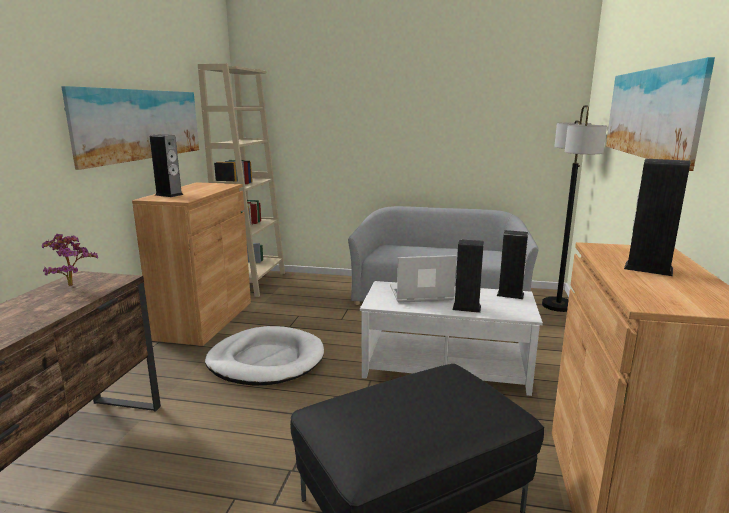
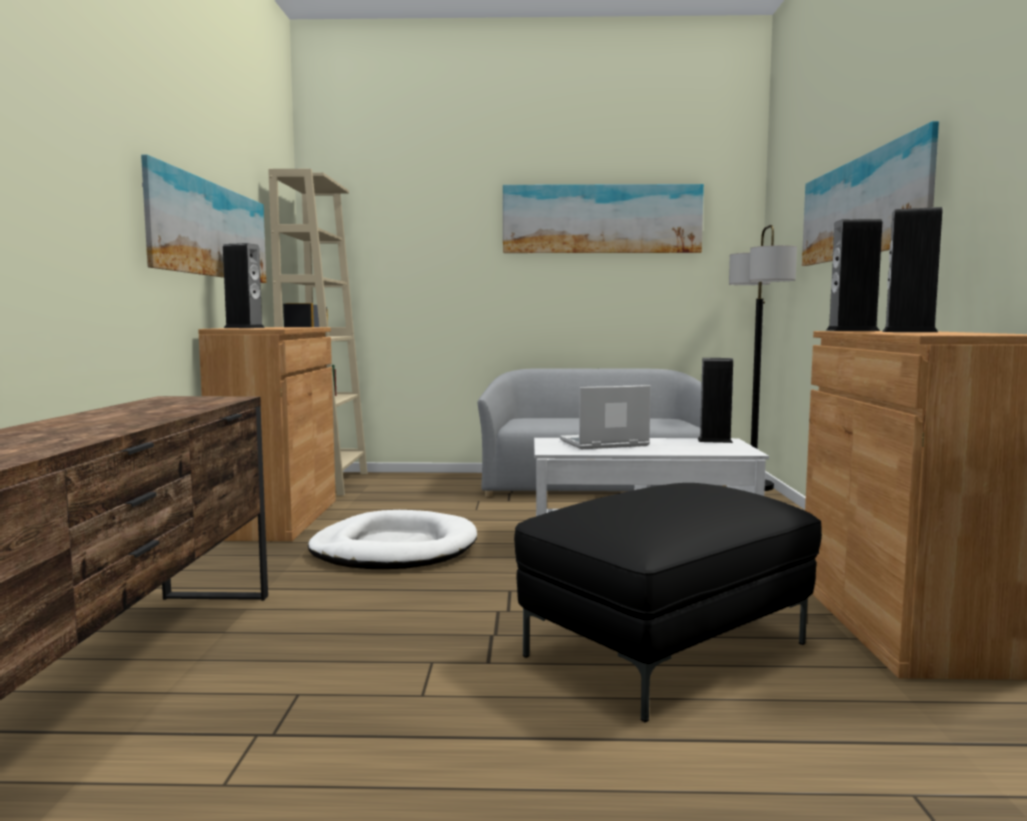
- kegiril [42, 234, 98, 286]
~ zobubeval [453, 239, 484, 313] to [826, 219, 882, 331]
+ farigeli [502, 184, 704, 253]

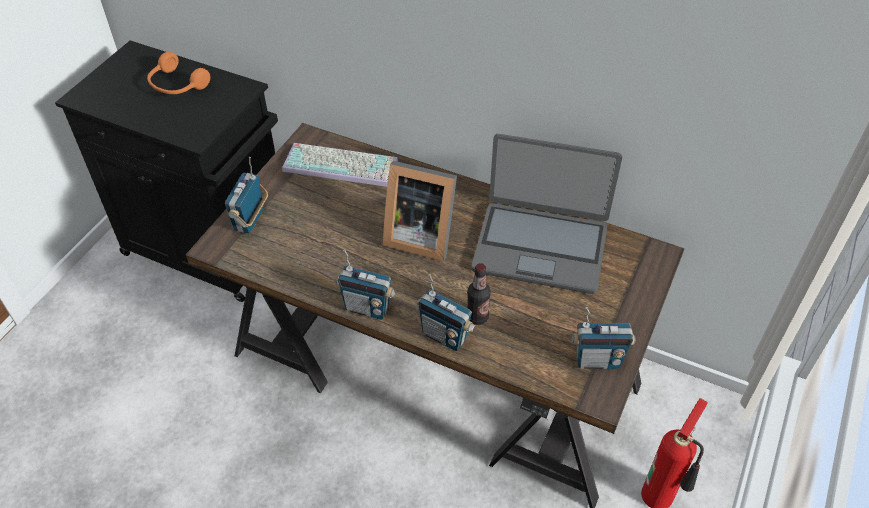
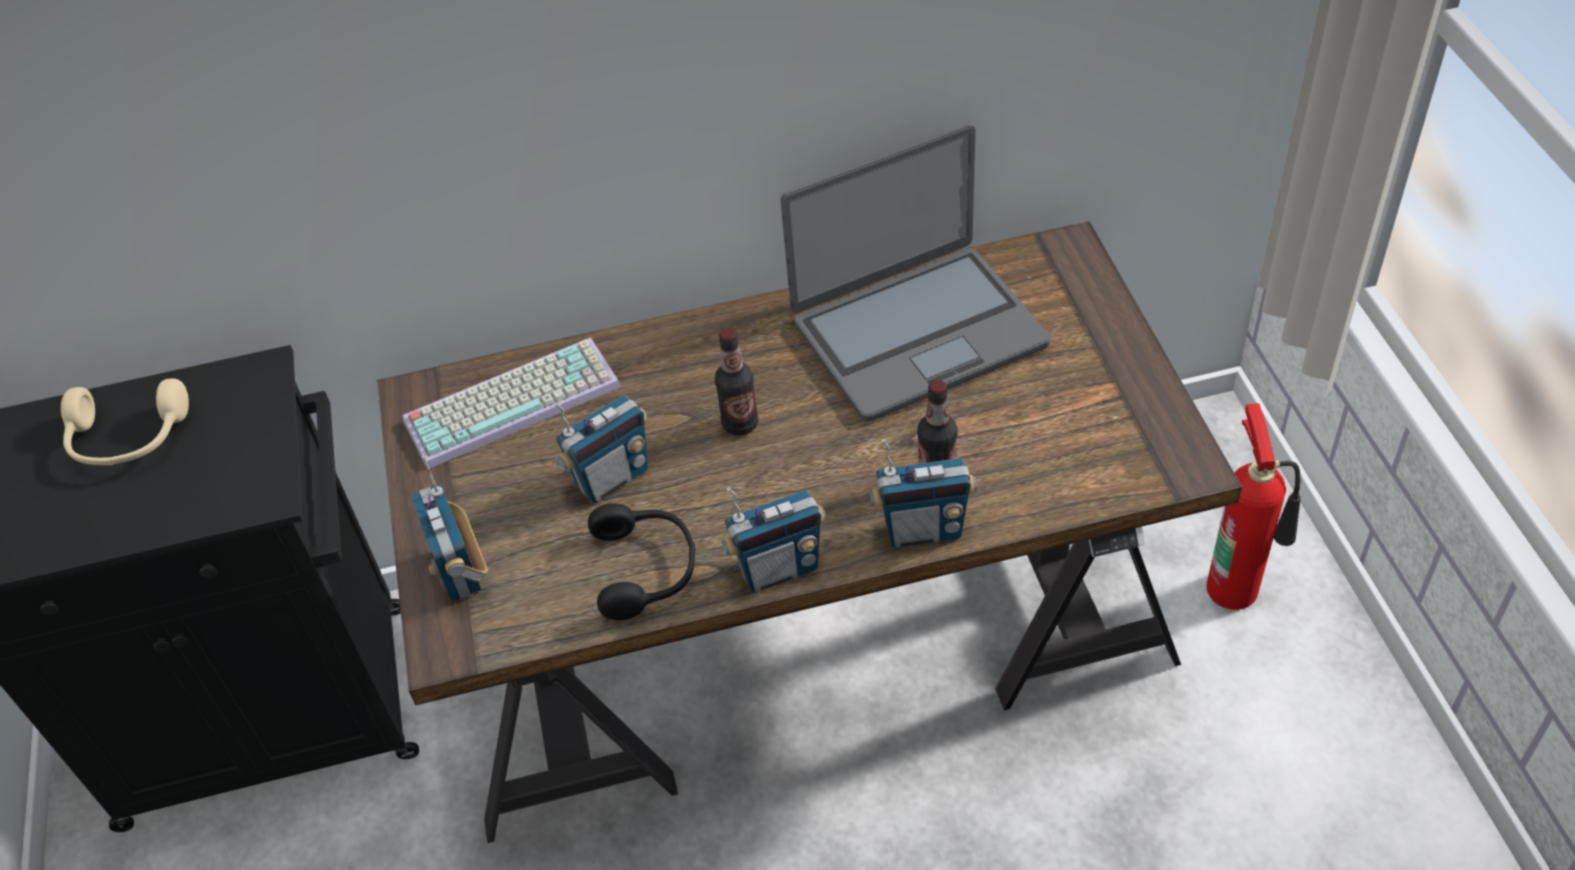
~ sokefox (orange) [147, 52, 210, 94] to sokefox (beige) [61, 379, 189, 465]
~ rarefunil [383, 161, 457, 261] to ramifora [715, 328, 758, 435]
~ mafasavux [572, 307, 636, 369] to [554, 395, 648, 503]
+ sokefox (black) [588, 503, 695, 620]

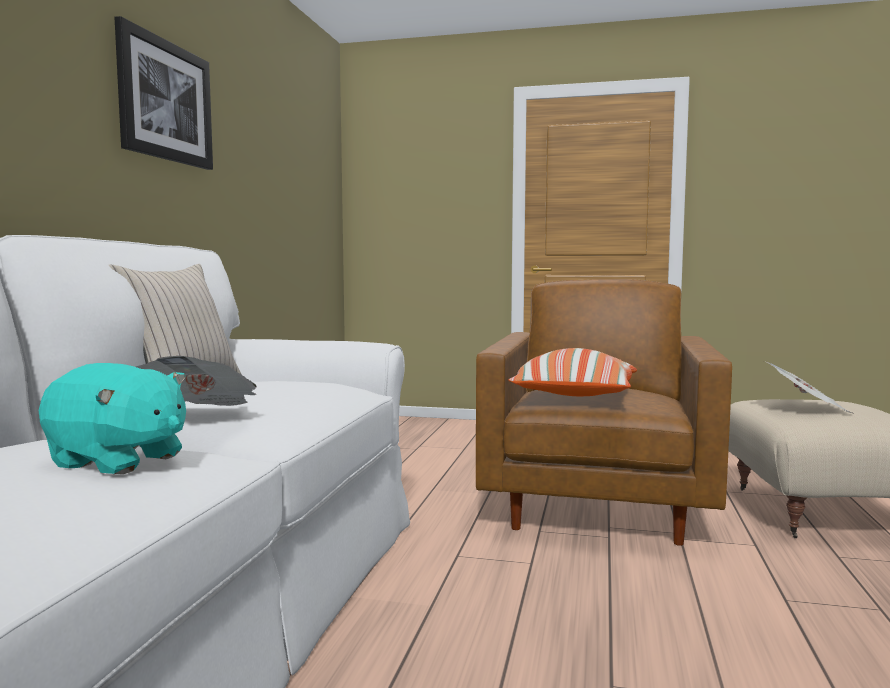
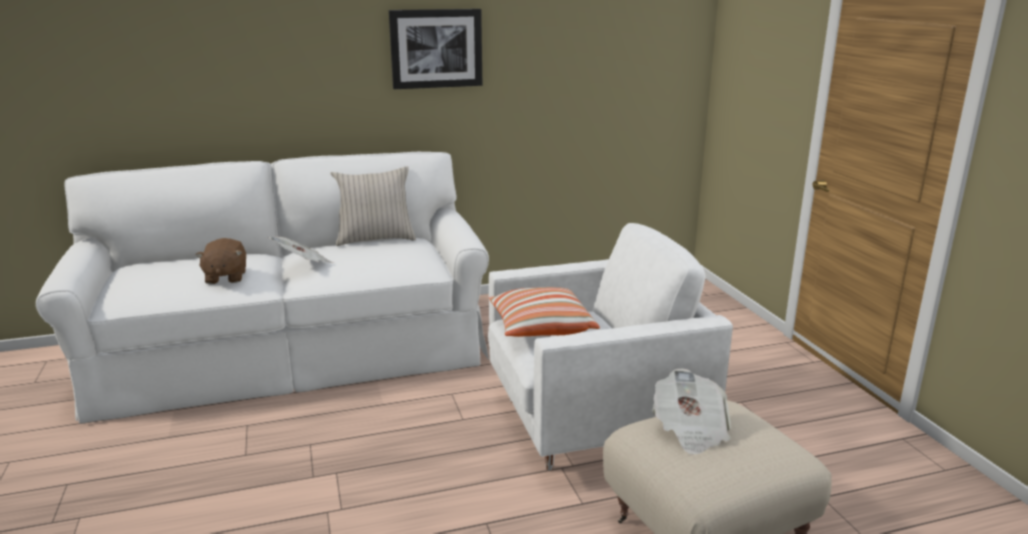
~ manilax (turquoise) [39, 363, 186, 474] to manilax (brown) [196, 238, 246, 284]
~ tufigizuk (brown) [476, 279, 732, 546] to tufigizuk (white) [488, 223, 733, 470]

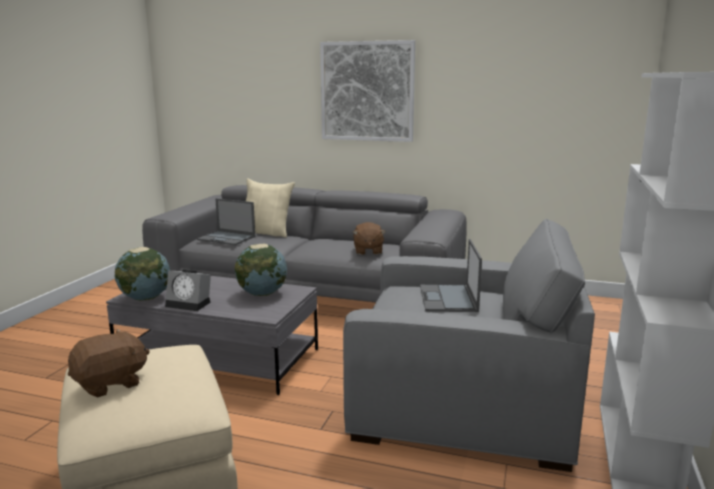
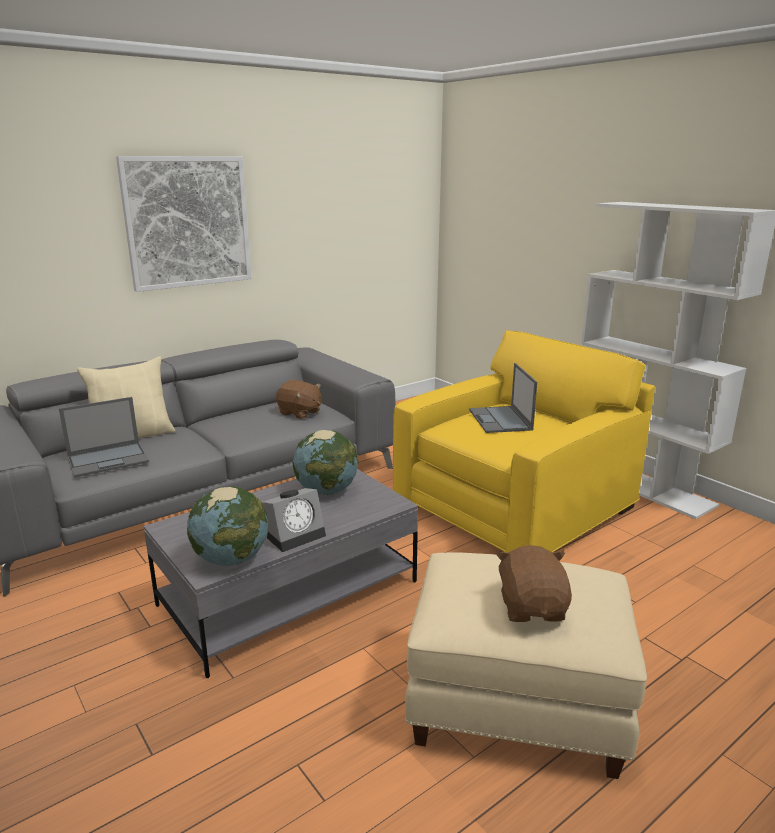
~ tufigizuk (grey) [343, 219, 595, 472] to tufigizuk (yellow) [393, 330, 655, 553]
~ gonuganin [420, 239, 482, 312] = [469, 363, 537, 433] 45 degrees clockwise

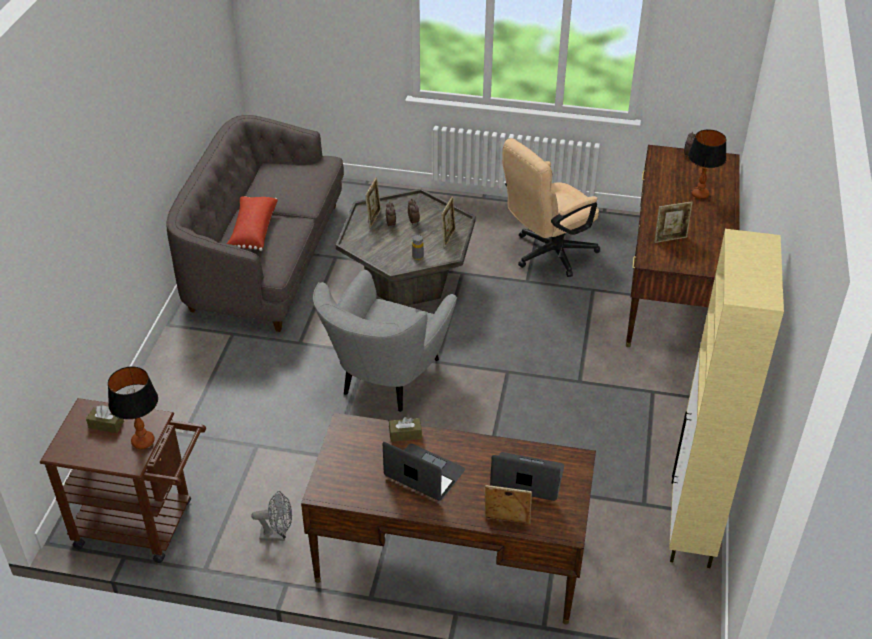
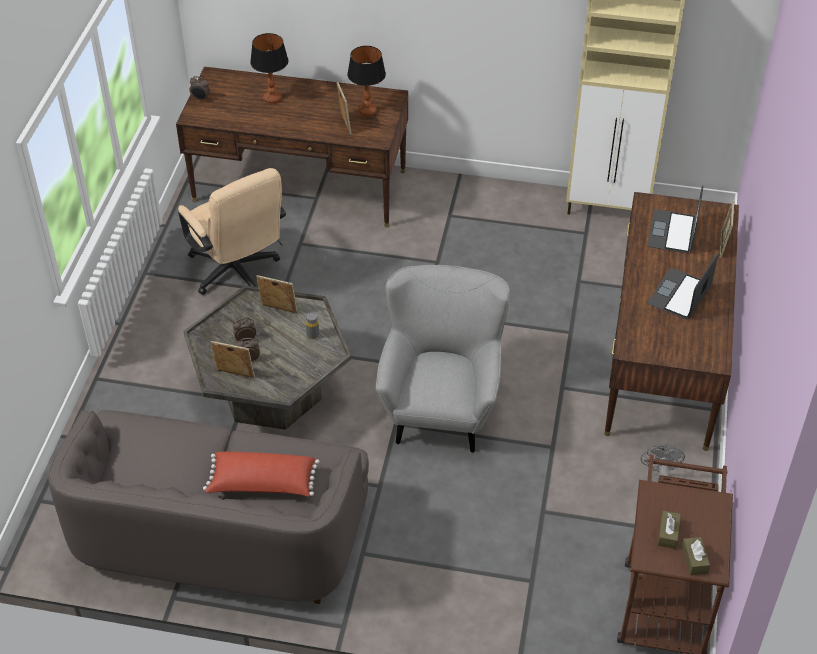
~ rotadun [108, 367, 158, 449] to [347, 46, 386, 116]
~ tufigizuk (grey) [313, 270, 457, 412] = [376, 265, 510, 453] 105 degrees counterclockwise
~ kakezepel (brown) [389, 417, 422, 442] to [682, 537, 710, 575]

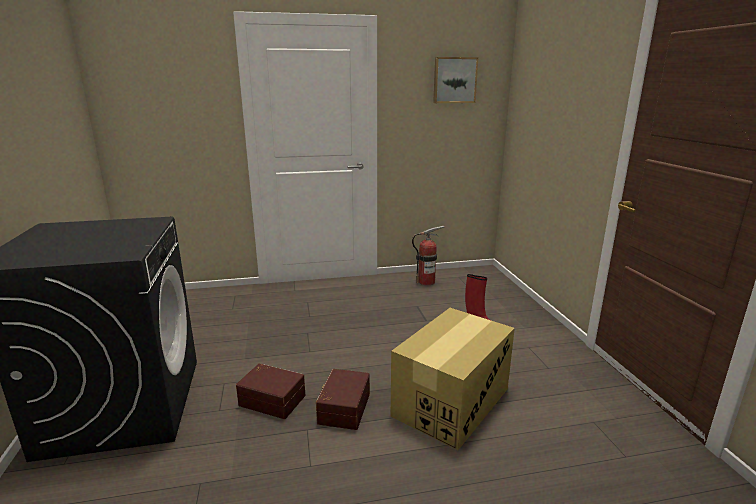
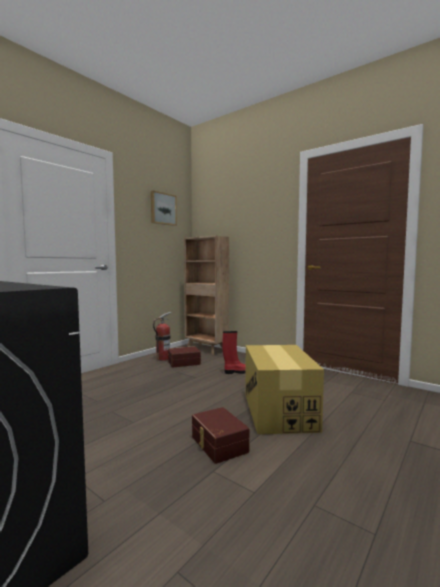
~ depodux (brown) [236, 363, 305, 419] to [168, 346, 201, 368]
+ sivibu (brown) [184, 236, 229, 355]

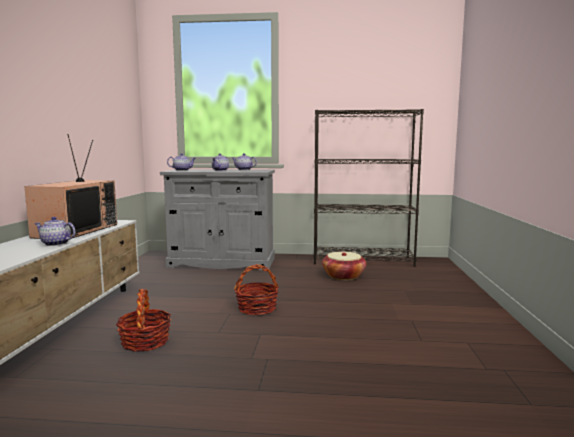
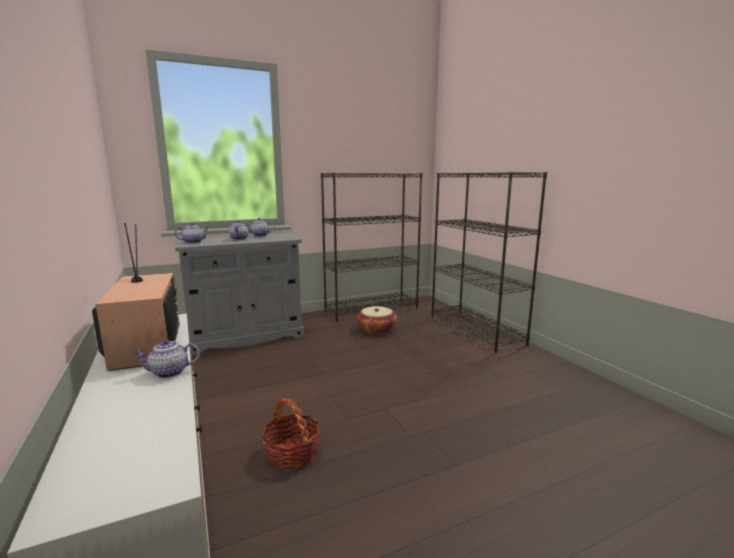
- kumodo [234, 264, 279, 315]
+ sivibu (black) [431, 172, 547, 353]

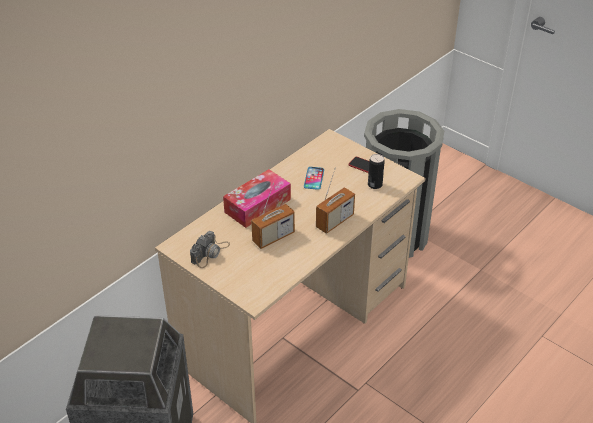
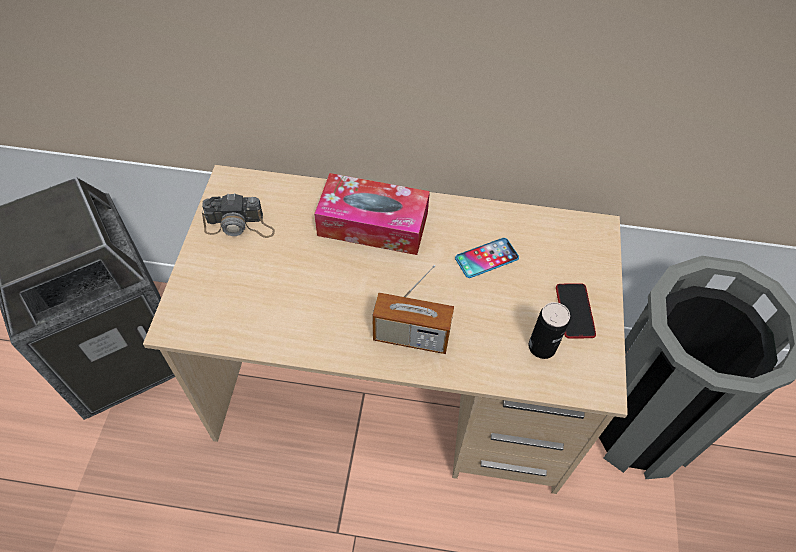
- mafasavux [251, 183, 295, 249]

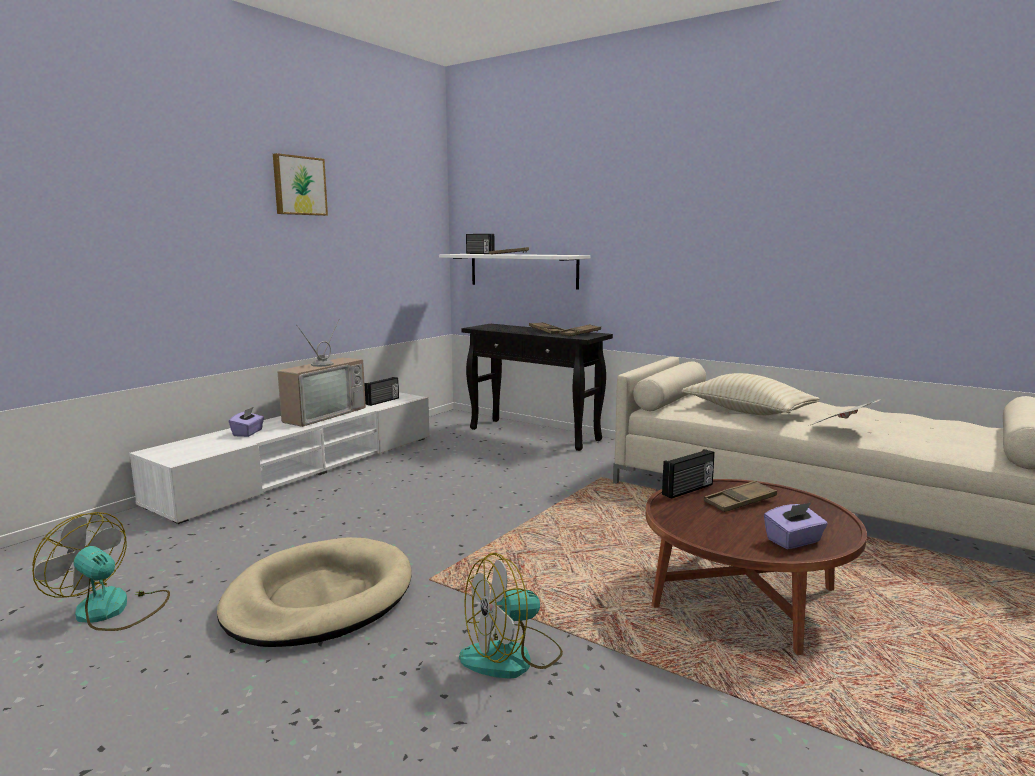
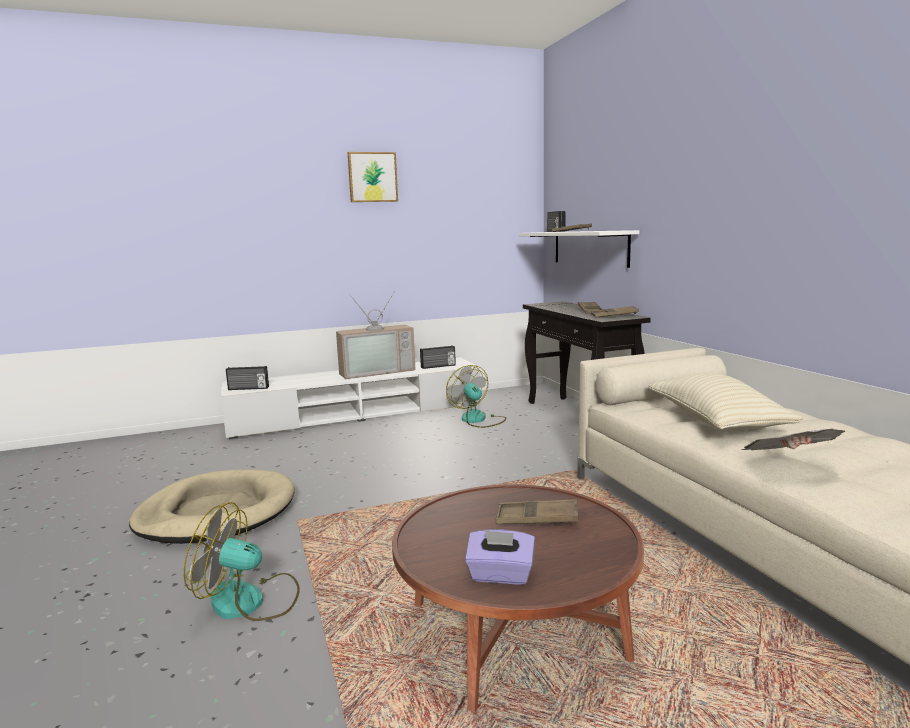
~ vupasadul [32, 512, 170, 631] to [446, 365, 506, 428]
- kakezepel (purple) [229, 407, 264, 437]
~ mafasavux [662, 449, 715, 499] to [226, 366, 269, 390]

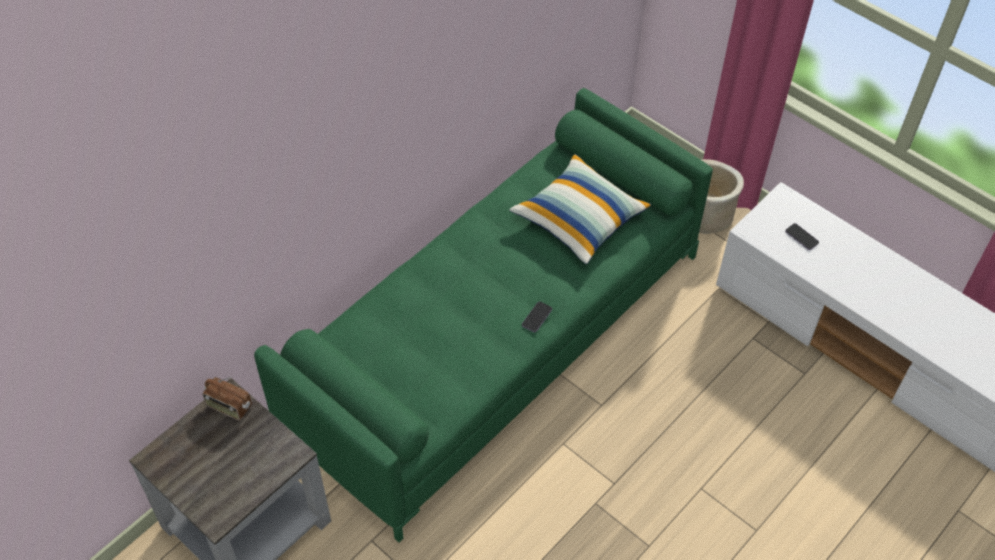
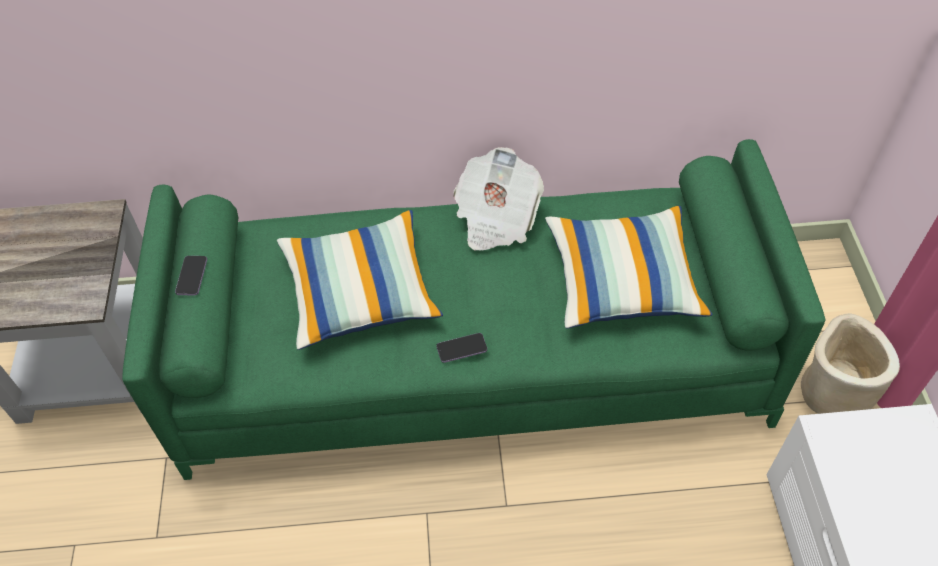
- mafasavux [202, 377, 252, 421]
~ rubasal [785, 223, 819, 250] to [175, 256, 207, 295]
+ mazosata [277, 210, 443, 350]
+ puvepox [453, 147, 544, 251]

